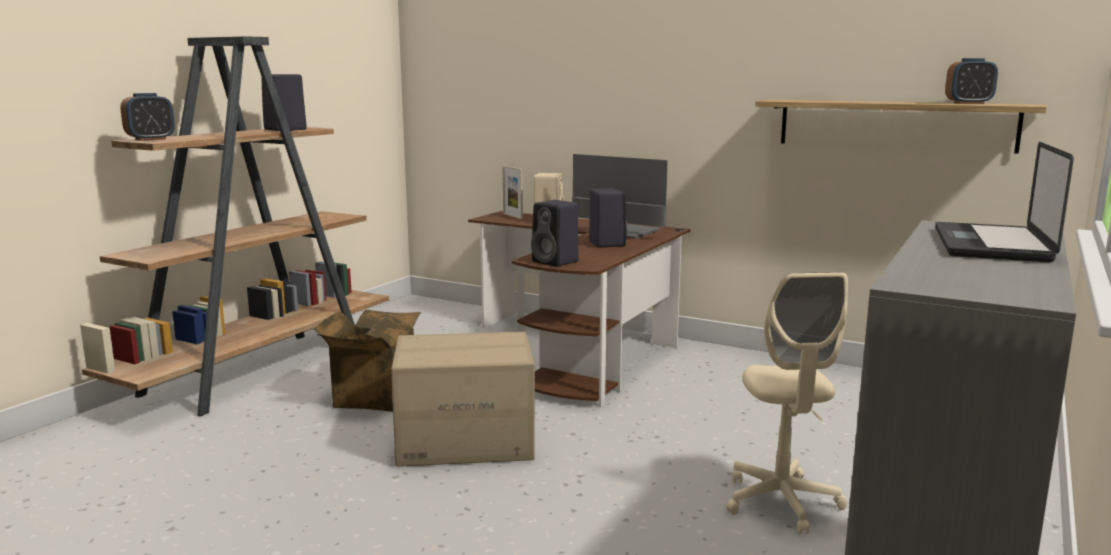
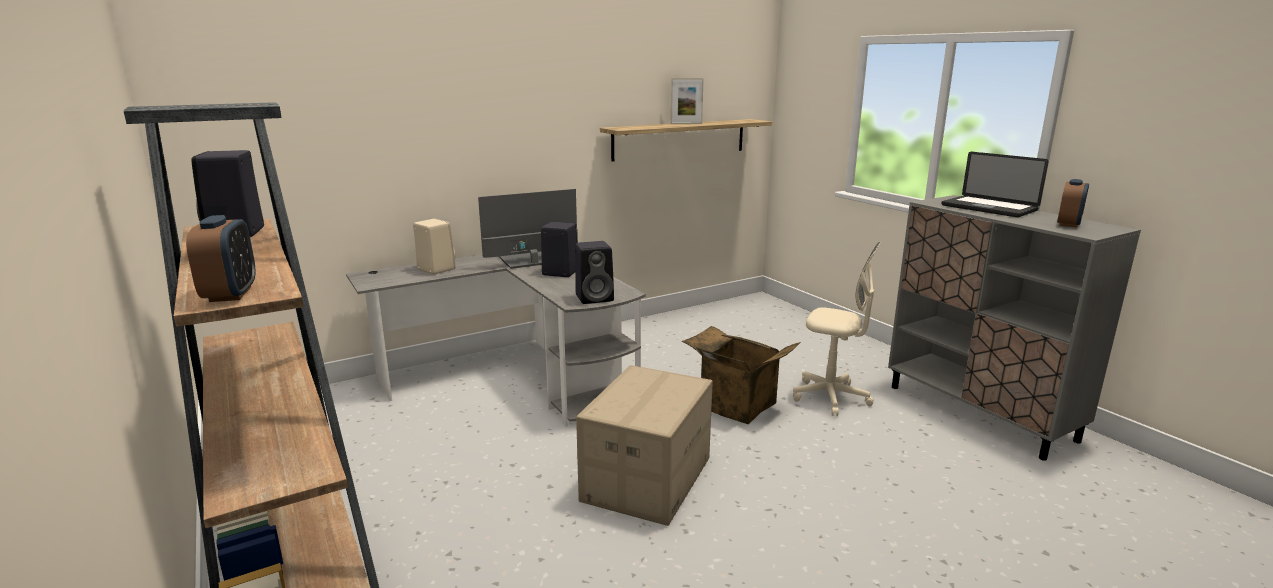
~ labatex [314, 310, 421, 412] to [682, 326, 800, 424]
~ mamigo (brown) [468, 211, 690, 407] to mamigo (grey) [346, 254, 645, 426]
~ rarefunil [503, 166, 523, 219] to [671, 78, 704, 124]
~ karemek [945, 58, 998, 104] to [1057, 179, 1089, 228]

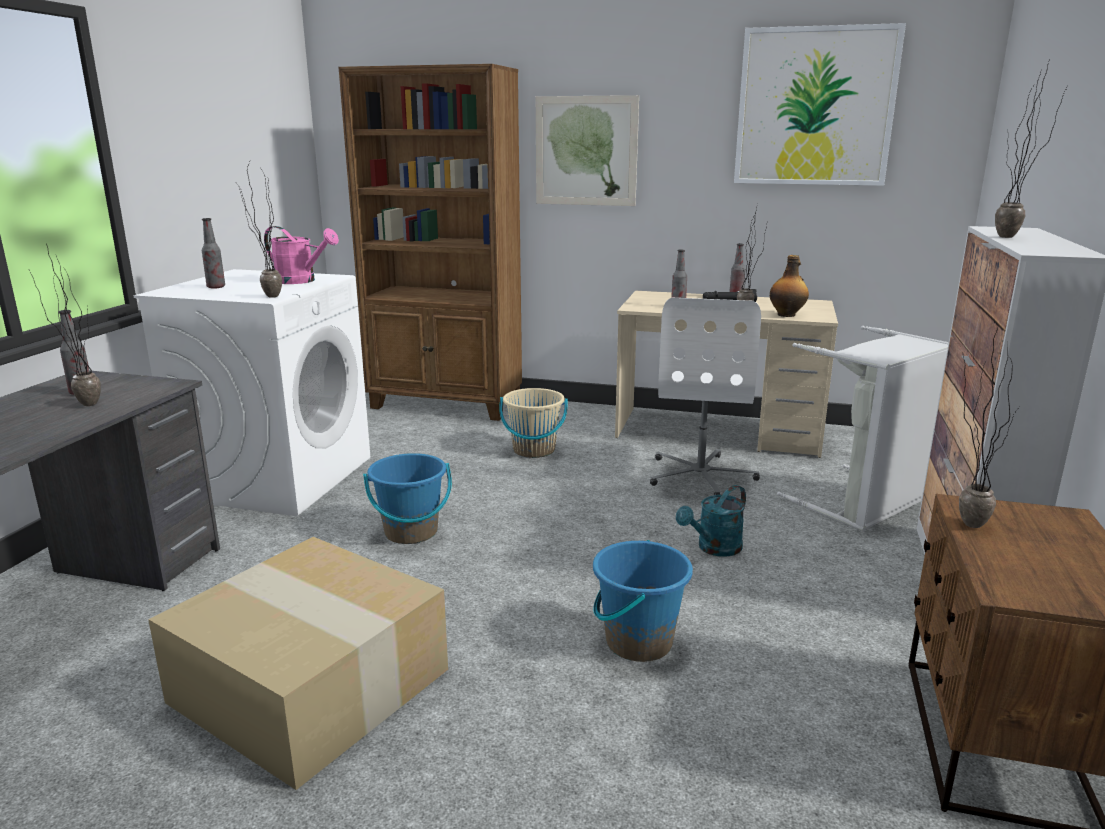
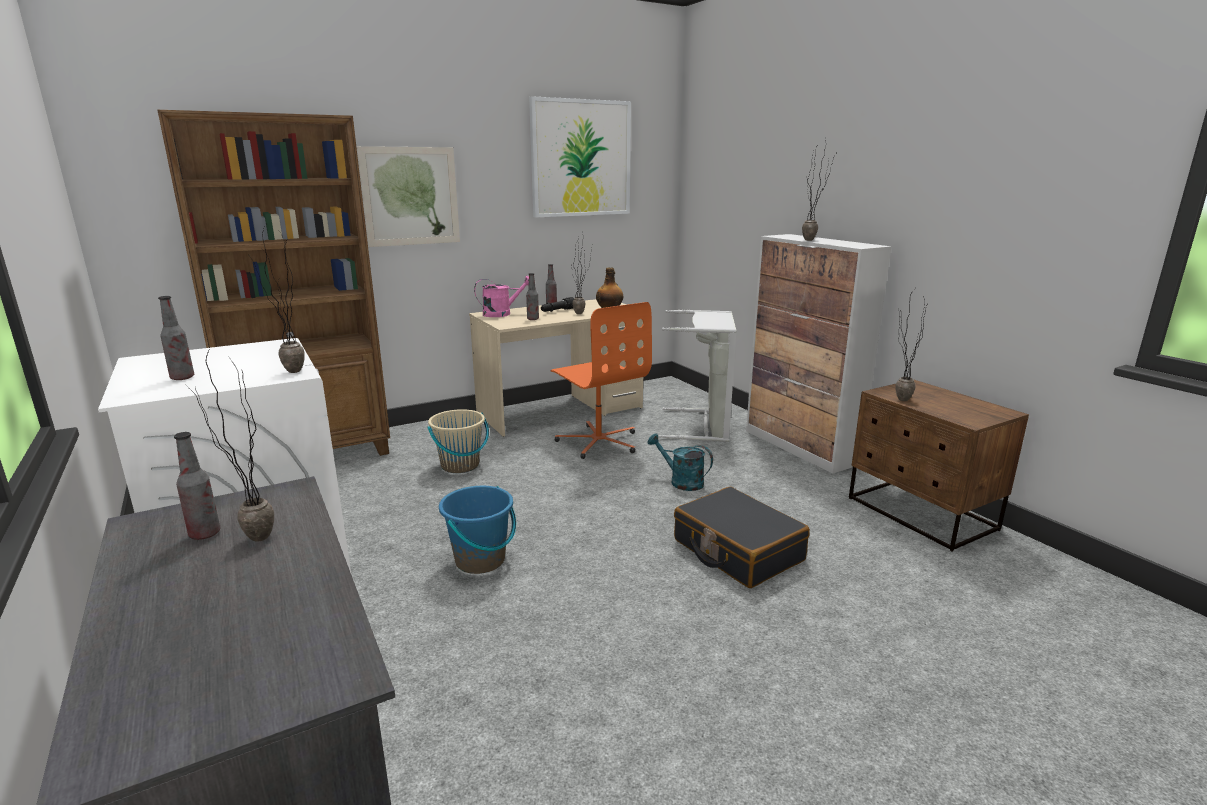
- labatex [148, 537, 448, 790]
~ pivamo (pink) [264, 226, 339, 284] to [474, 276, 529, 317]
~ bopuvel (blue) [593, 540, 693, 662] to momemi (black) [674, 486, 810, 588]
~ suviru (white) [650, 298, 761, 495] to suviru (orange) [551, 302, 652, 459]
~ pivamo (turquoise) [676, 485, 746, 557] = [647, 433, 713, 491] 120 degrees clockwise

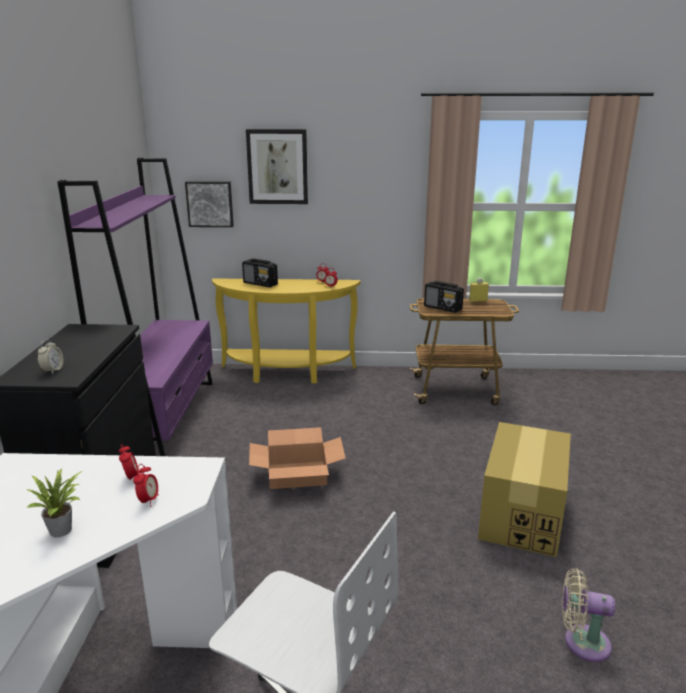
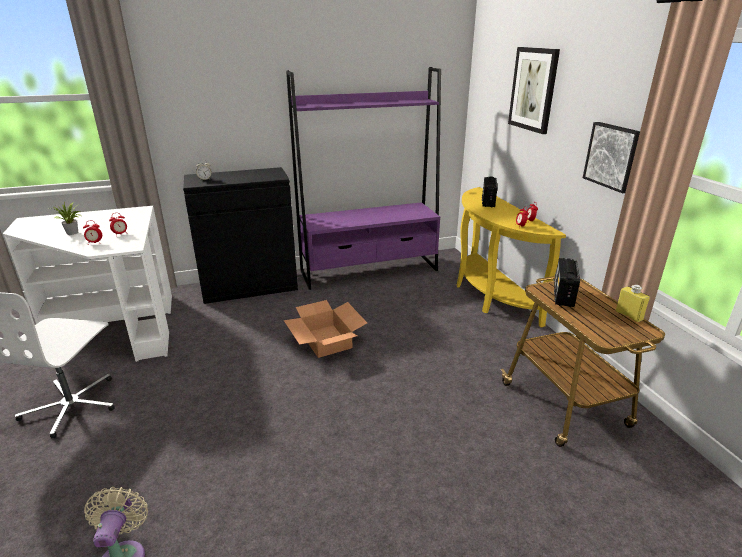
~ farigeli [185, 181, 234, 227] to [583, 122, 640, 193]
- labatex [478, 422, 571, 557]

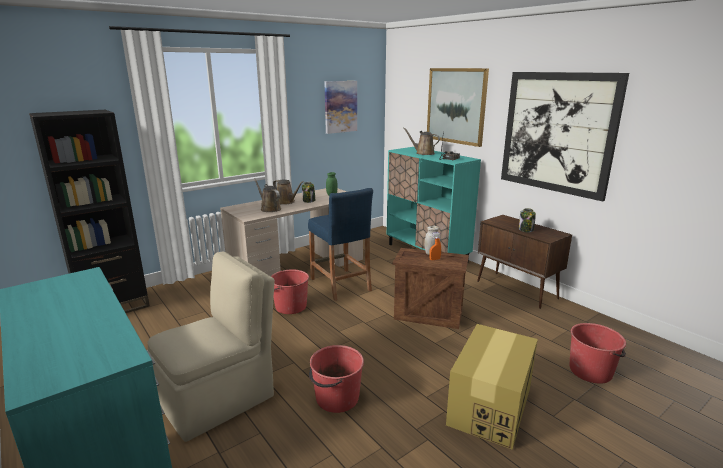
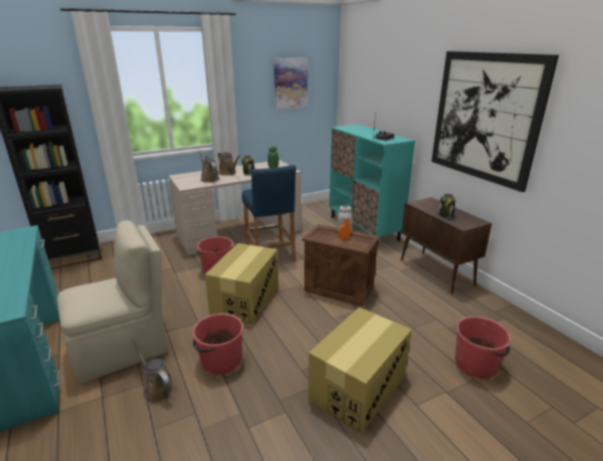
~ pivamo (brown) [403, 127, 440, 155] to [132, 339, 175, 403]
- farigeli [427, 68, 489, 147]
+ labatex [205, 243, 279, 324]

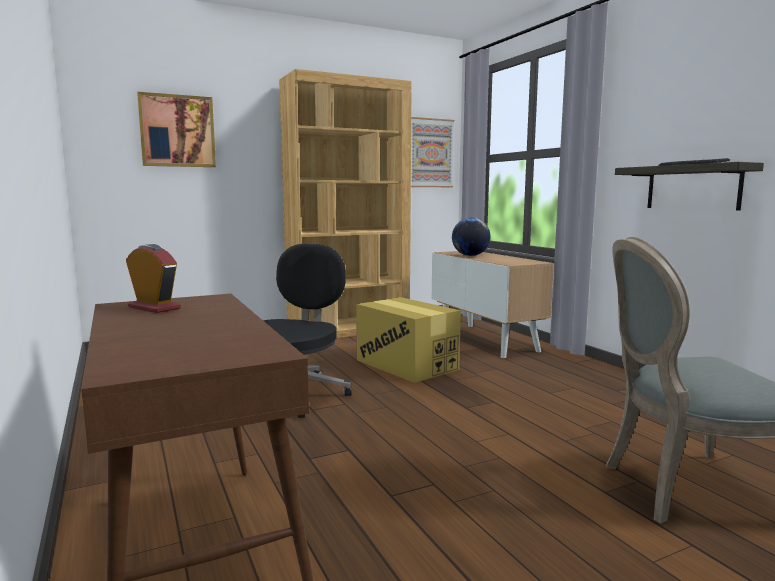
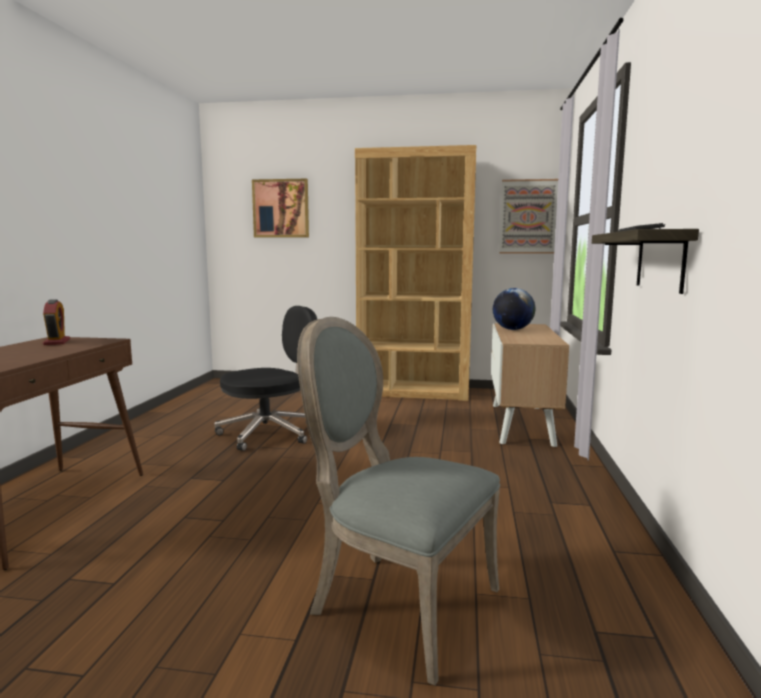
- labatex [356, 297, 461, 383]

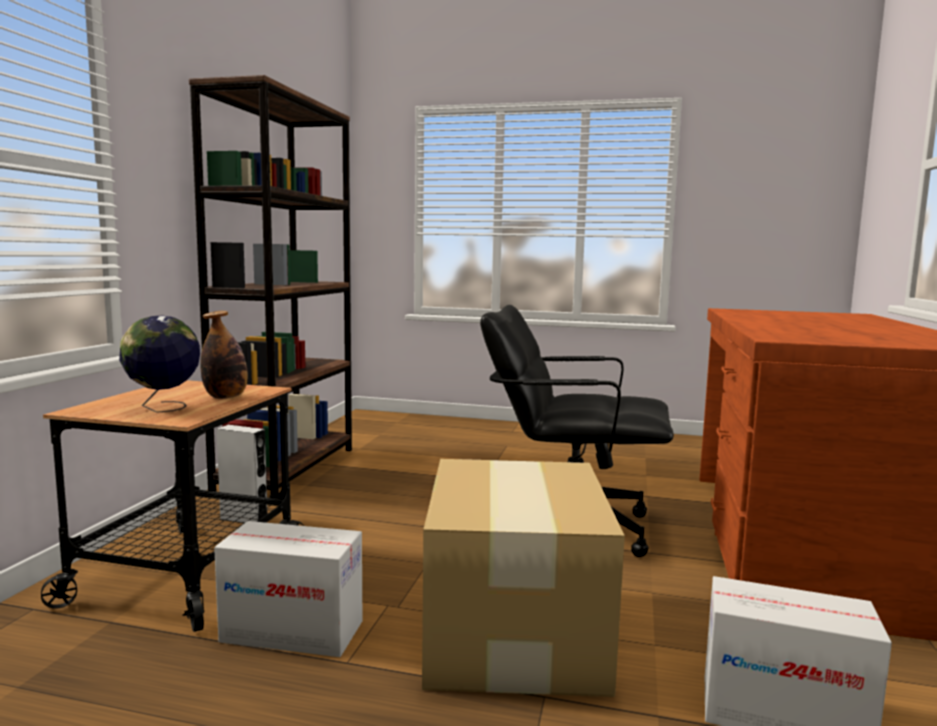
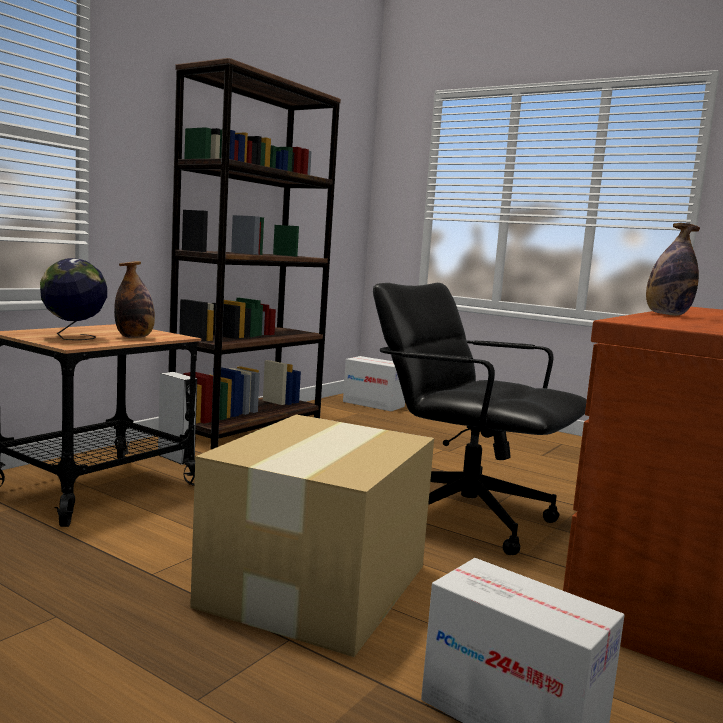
~ labatex [214, 521, 362, 657] to [343, 356, 405, 411]
+ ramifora [646, 223, 700, 316]

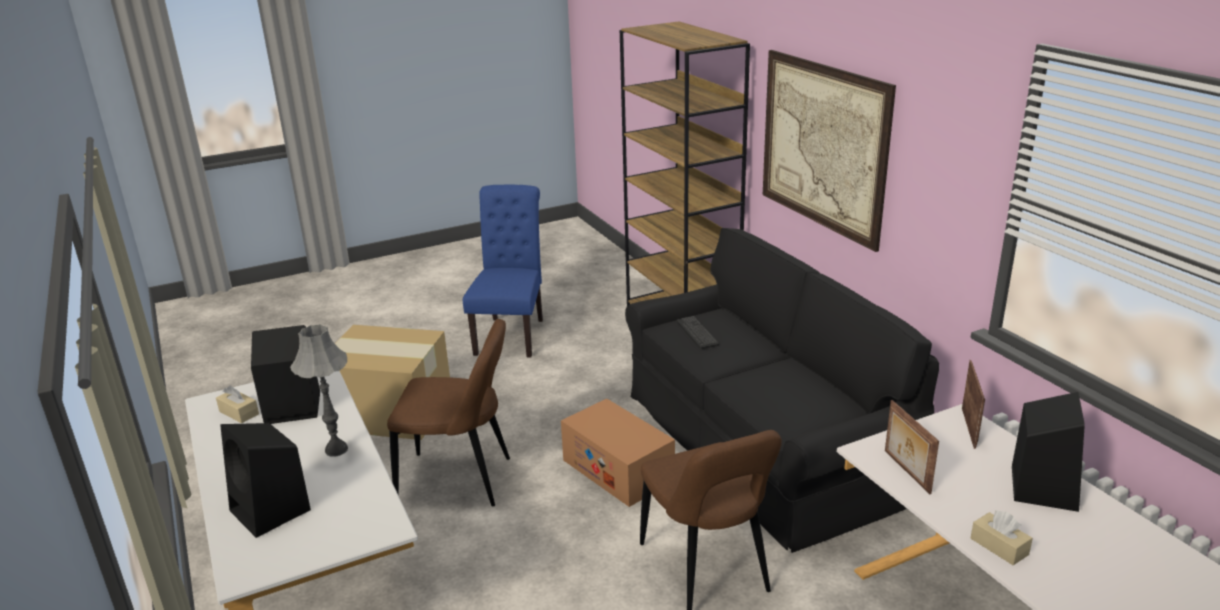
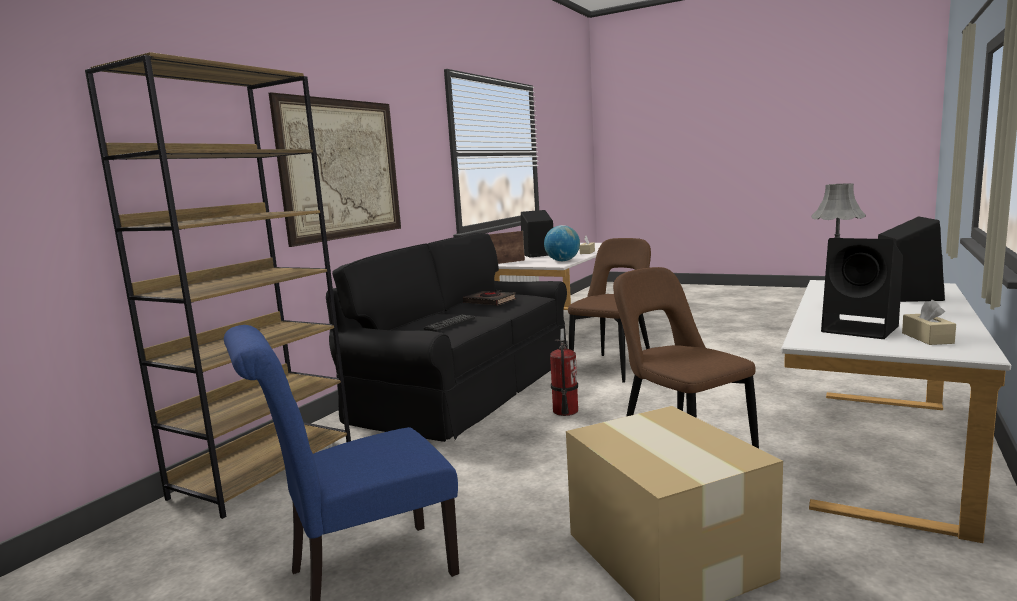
~ labatex [561, 399, 675, 507] to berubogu [550, 328, 578, 416]
~ rarefunil [885, 400, 939, 494] to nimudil [544, 225, 580, 261]
+ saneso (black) [463, 290, 516, 305]

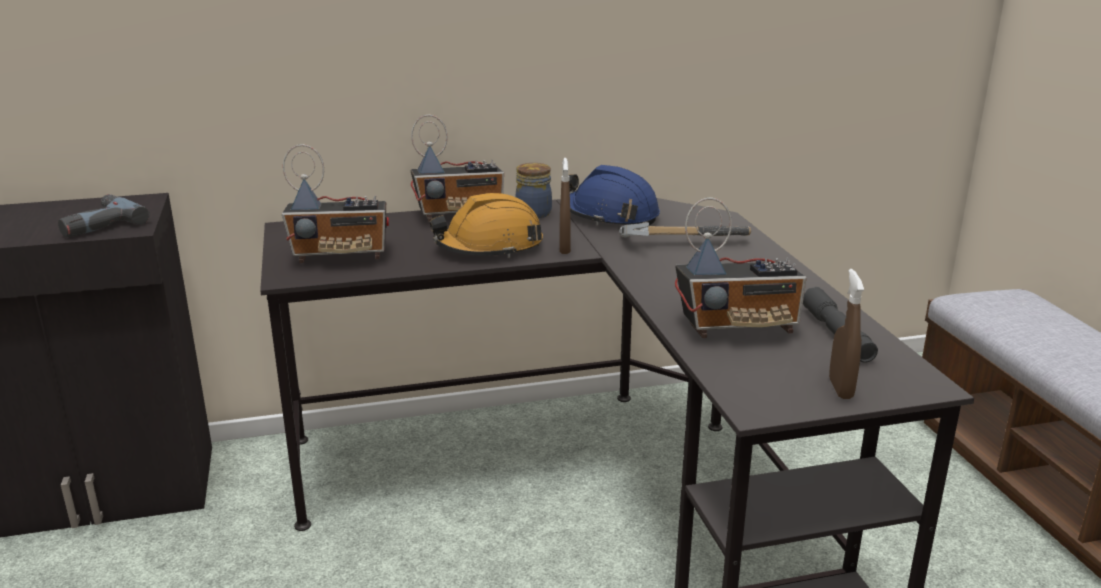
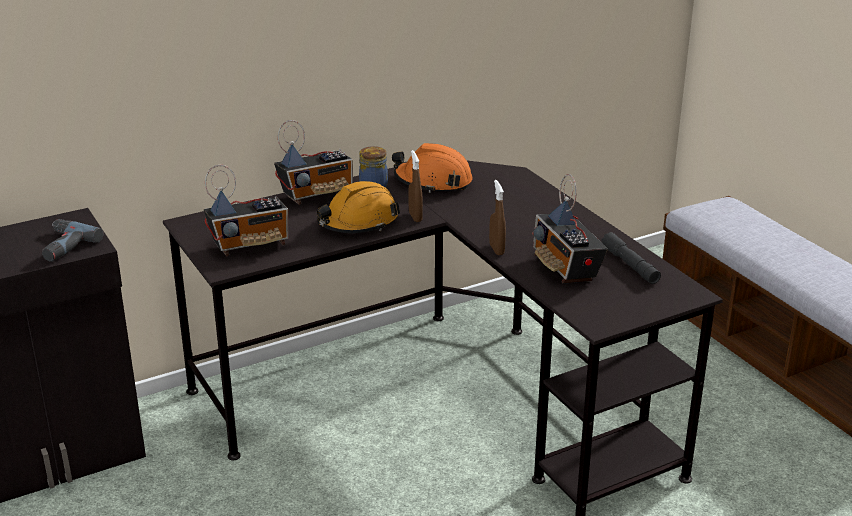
~ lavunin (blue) [569, 165, 660, 225] to lavunin (orange) [392, 143, 473, 193]
- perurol [619, 222, 751, 237]
~ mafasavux [675, 198, 807, 338] = [532, 174, 608, 284] 90 degrees clockwise
~ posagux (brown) [829, 269, 864, 399] to [489, 180, 506, 255]

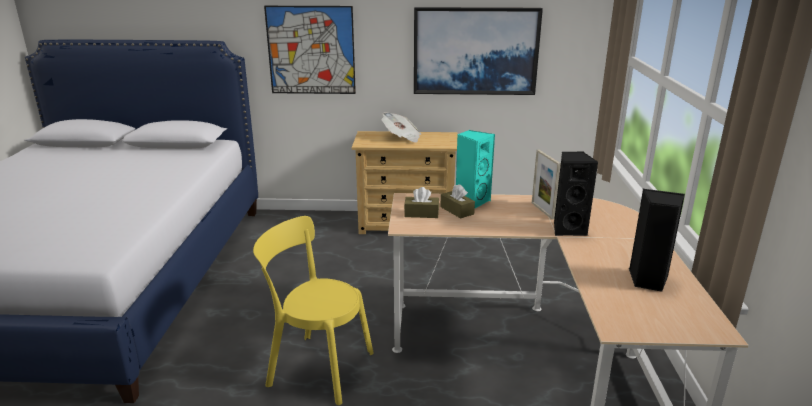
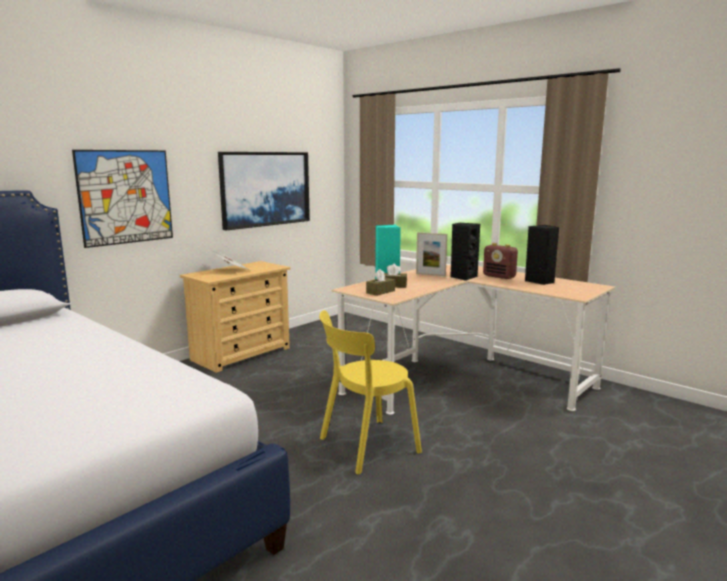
+ mafasavux [483, 243, 518, 279]

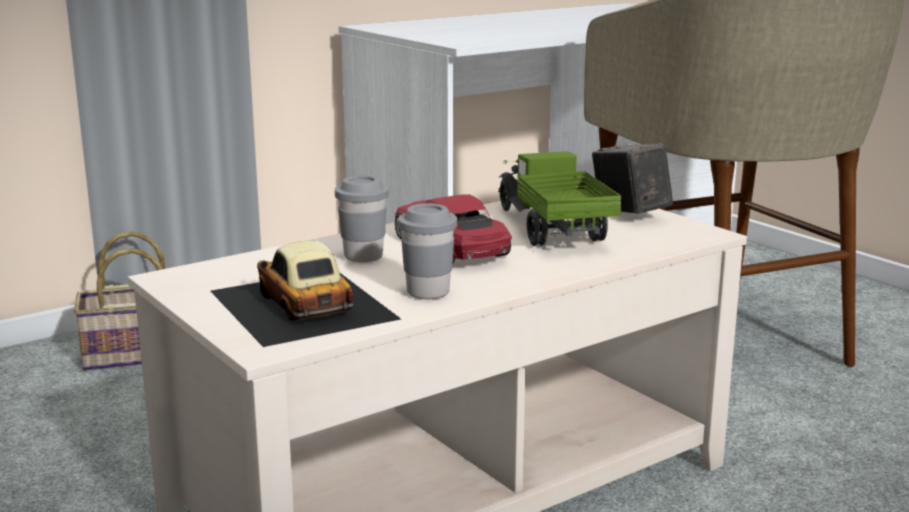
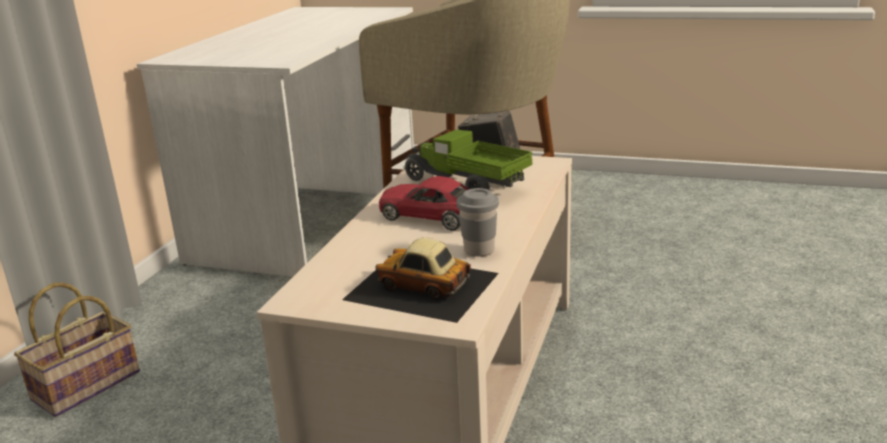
- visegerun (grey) [335, 175, 389, 262]

